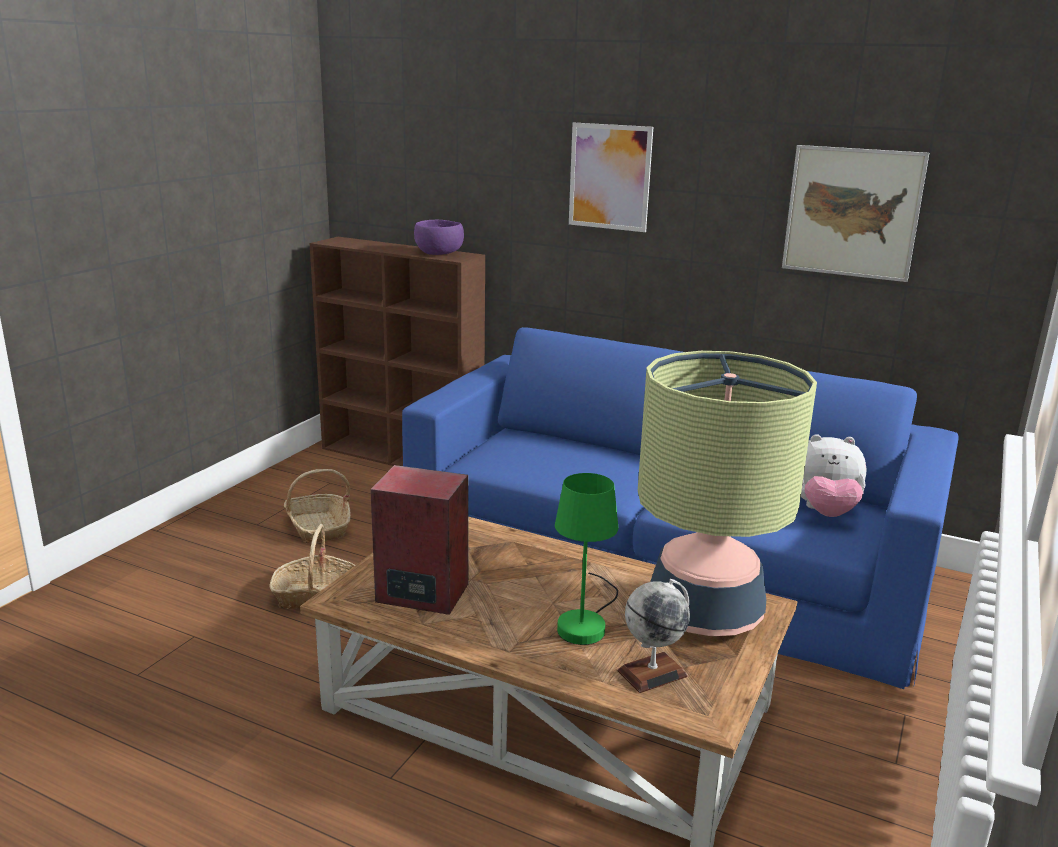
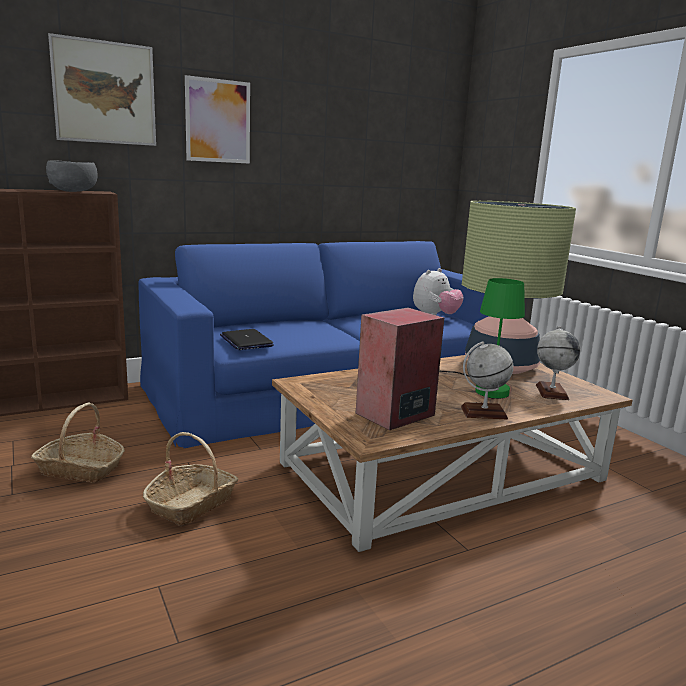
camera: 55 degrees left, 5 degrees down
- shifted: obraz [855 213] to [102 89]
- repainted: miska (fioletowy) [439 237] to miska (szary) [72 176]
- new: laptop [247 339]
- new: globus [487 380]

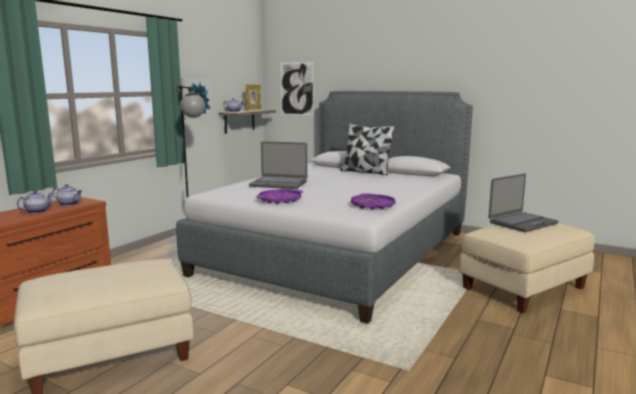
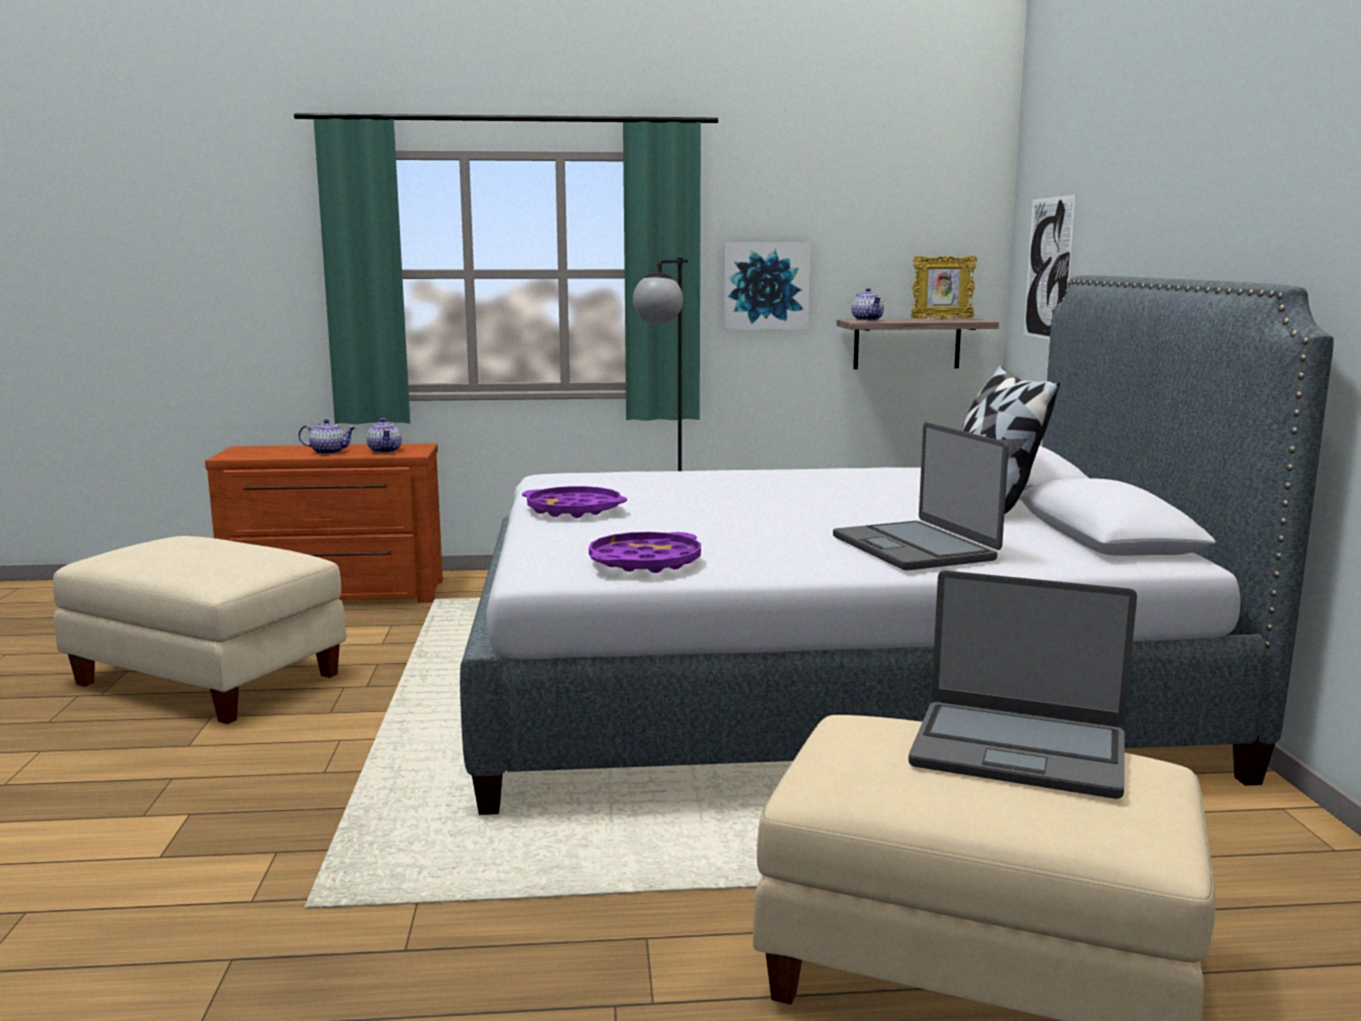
camera: 55 degrees right, 0 degrees up
- shifted: laptop [278 165] to [921 496]

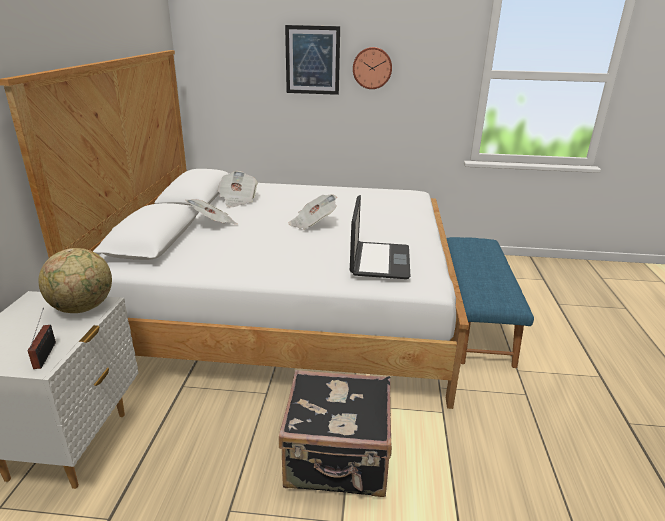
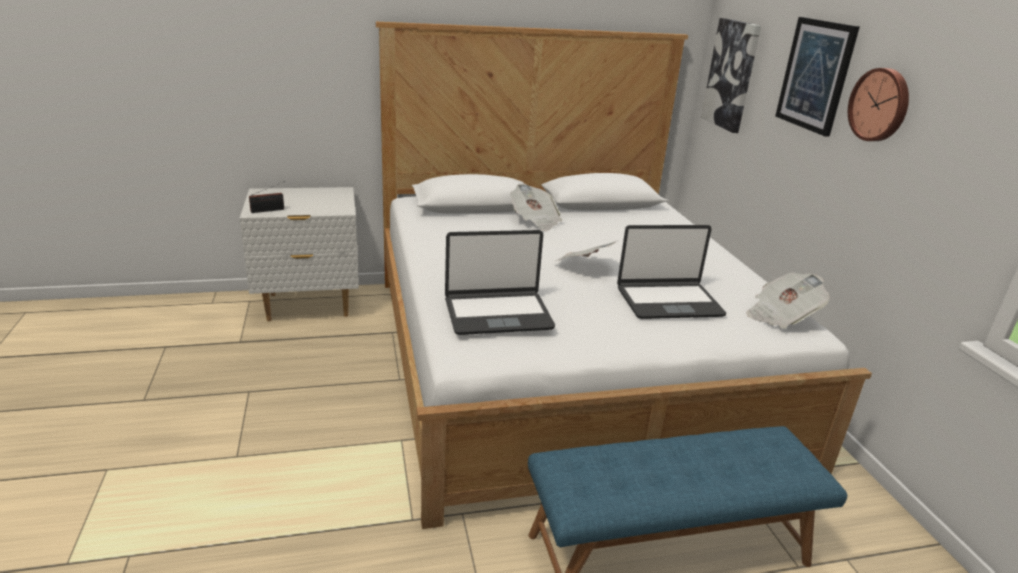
camera: 70 degrees right, 0 degrees up
- shifted: gazeta [238 189] to [788 300]
- gone: globus [75 280]
- gone: walizka (czarny) [335 433]
- new: obraz [731 75]
- new: laptop [671 272]

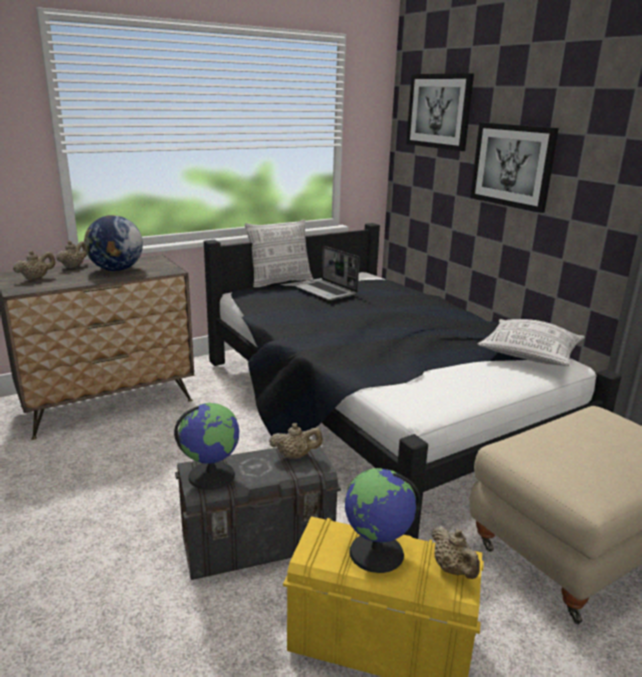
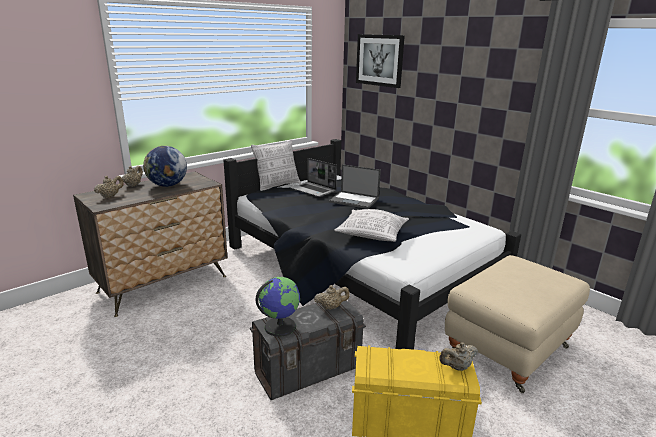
camera: 10 degrees left, 0 degrees up
- gone: obraz [514 167]
- shifted: poduszka [531 342] to [372 225]
- gone: globus [383 520]
- rotated: imbryk (beżowy) [456 552] = [458 356] 105 degrees clockwise
- new: laptop [355 186]

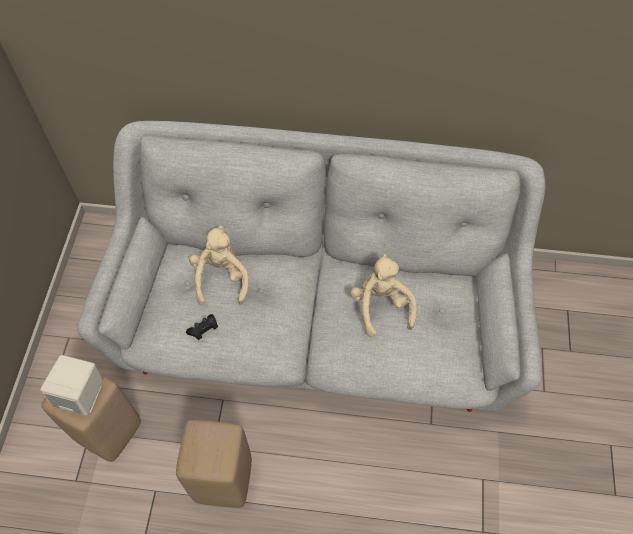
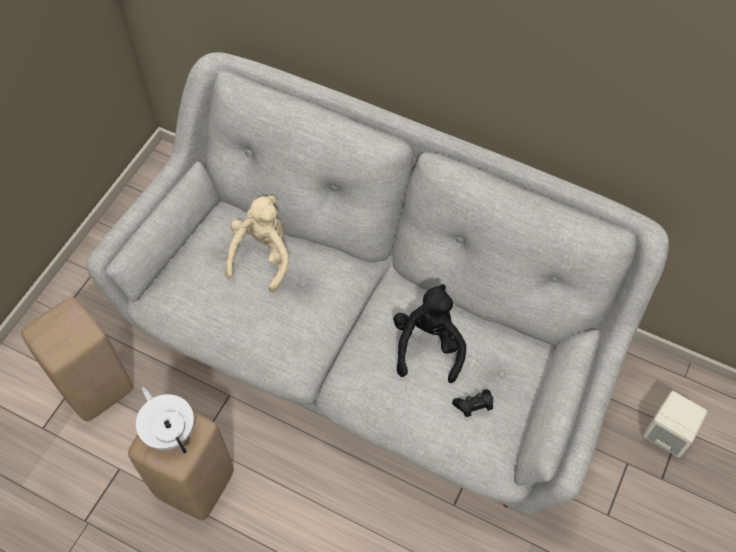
camera: 20 degrees right, 0 degrees up
- repainted: pluszak (beżowy) [383 295] to pluszak (czarny) [429 333]
- shifted: pad do gier (czarny) [202 327] to [472 403]
- shifted: głośnik (beżowy) [71 385] to [675 424]
- new: imbryk (biały) [165 420]

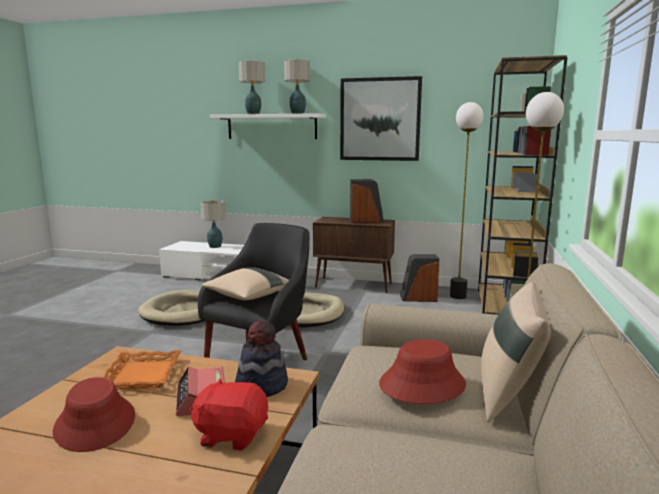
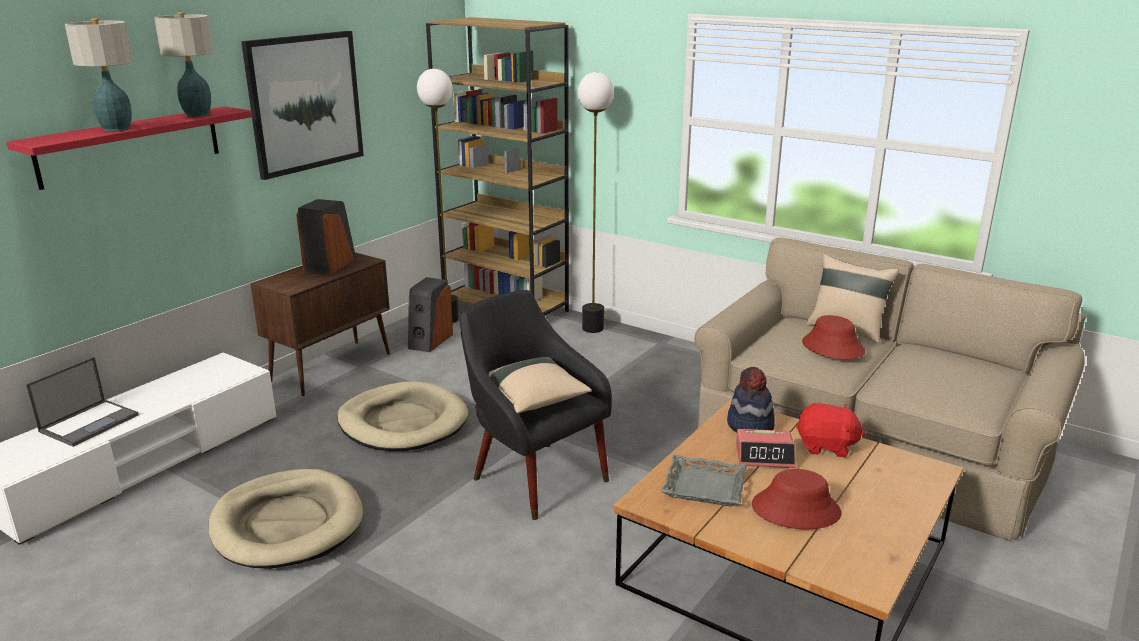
camera: 70 degrees left, 10 degrees up
- repainted: półka (biały) [268 126] to półka (czerwony) [129 148]
- swapped: lampa stołowa [213 224] to laptop [82 402]
- repainted: taca (pomarańczowy) [142 370] to taca (szary) [704 480]
- rotated: pluszak (czerwony) [228 414] = [830 430] 105 degrees counterclockwise

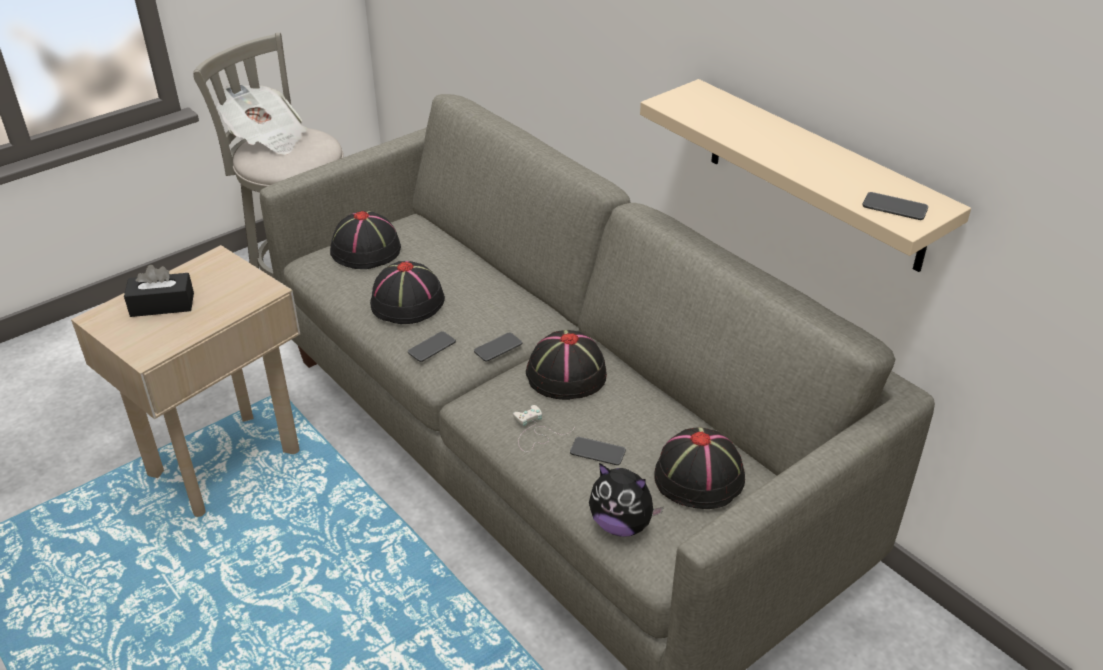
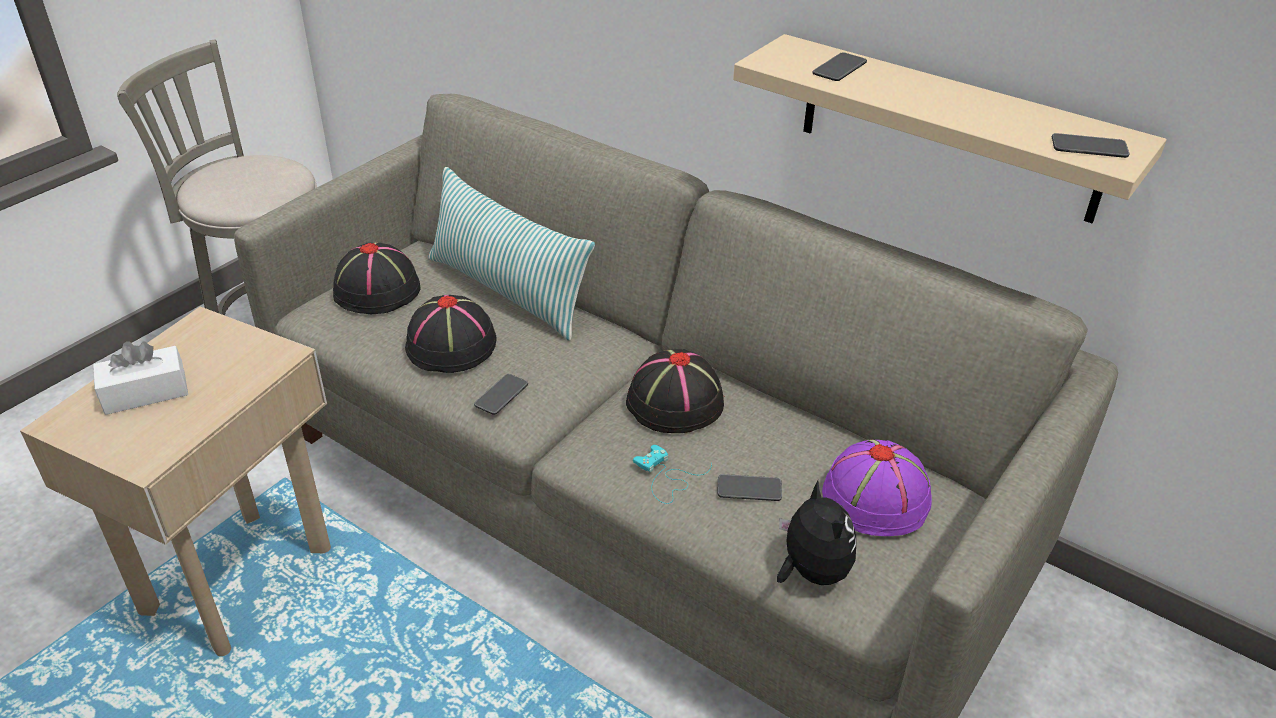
camera: 15 degrees left, 0 degrees up
- gone: gazeta [262 120]
- repainted: pudełko chusteczek (czarny) [159 291] to pudełko chusteczek (biały) [140 378]
- shifted: telefon [498 347] to [839 66]
- repainted: pad do gier (biały) [544 428] to pad do gier (turkusowy) [672 474]
- repainted: kapelusz (czarny) [699 468] to kapelusz (fioletowy) [877 488]
- rotated: pluszak [626 500] = [816 532] 120 degrees counterclockwise
- new: poduszka [512 254]

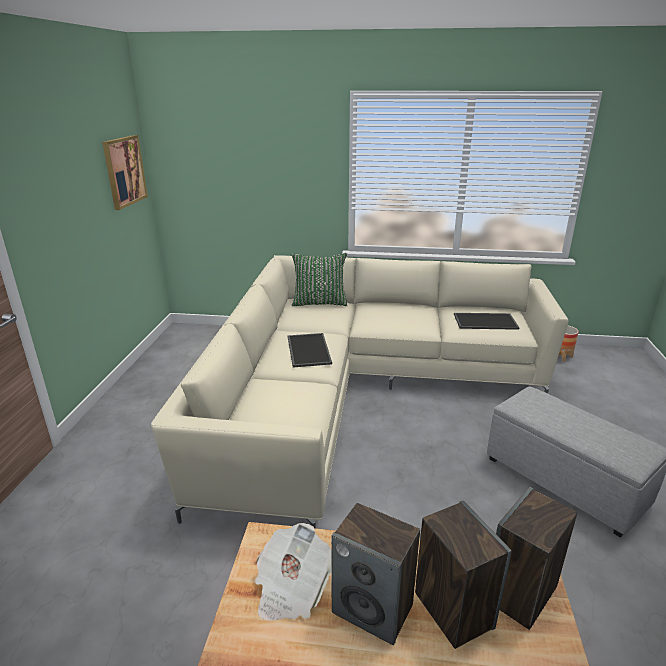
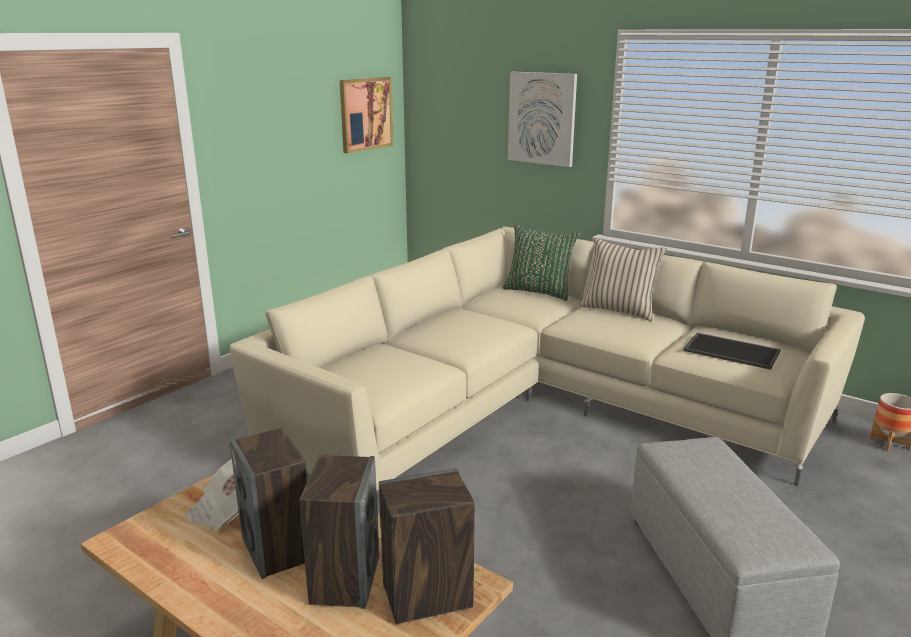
camera: 30 degrees right, 5 degrees down
- gone: taca [310 350]
- new: obraz [542 119]
- new: poduszka (beżowy) [623 279]

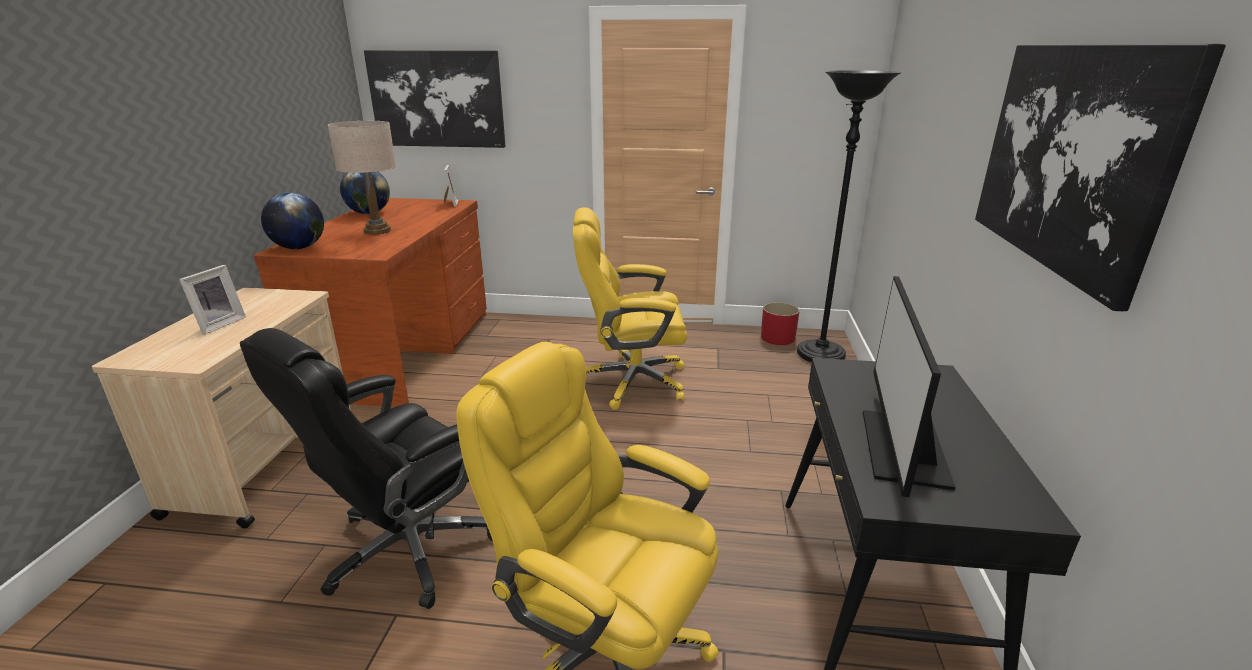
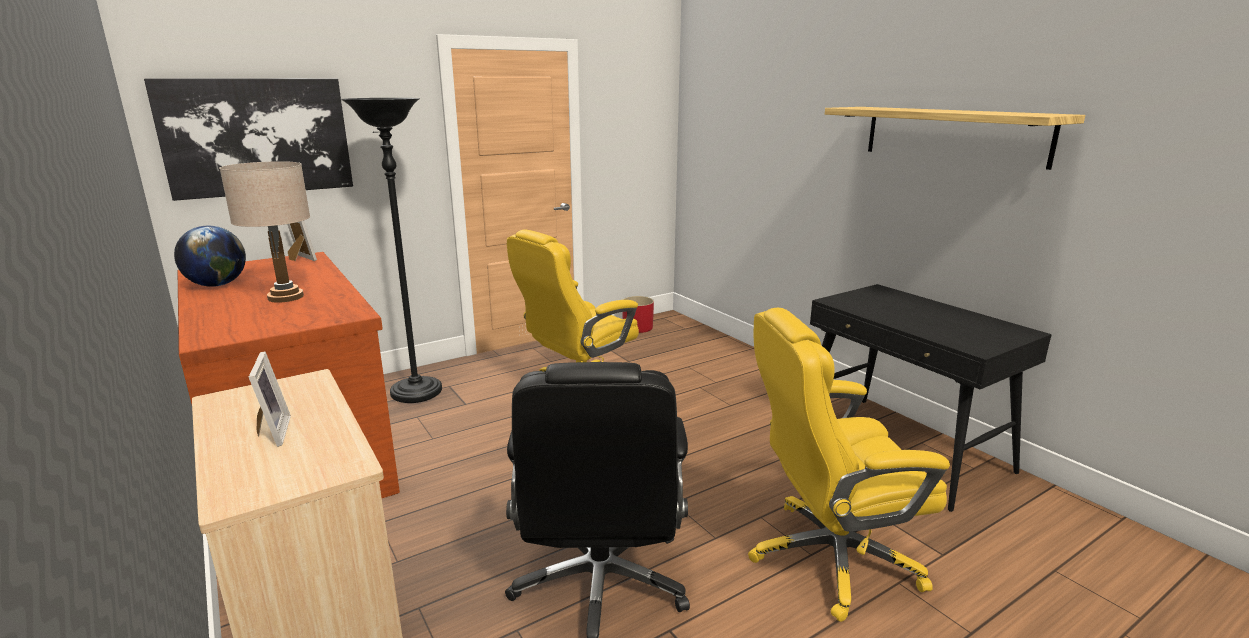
camera: 40 degrees left, 5 degrees down
- swapped: obraz [1100 177] to półka [955 138]
- shifted: lampa stojąca (czarny) [849 216] to [391 250]
- gone: globus [292 221]
- gone: monitor [909 386]

